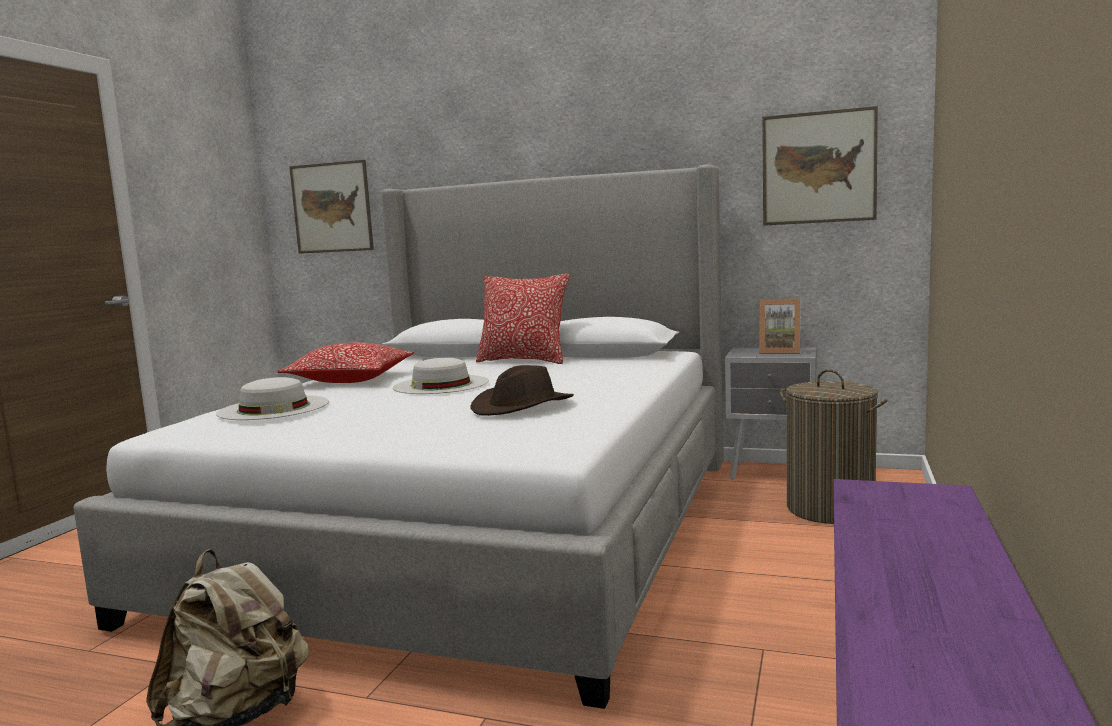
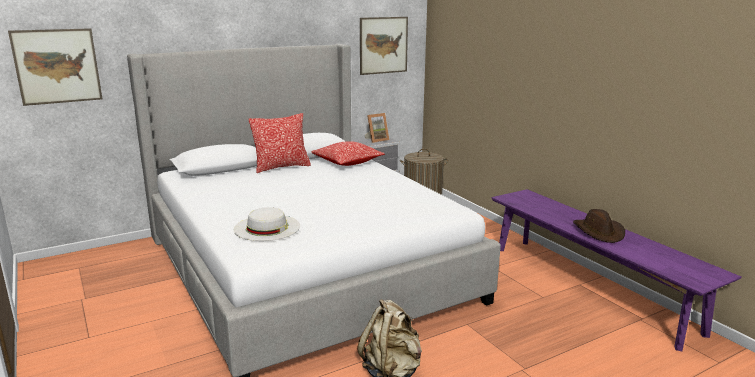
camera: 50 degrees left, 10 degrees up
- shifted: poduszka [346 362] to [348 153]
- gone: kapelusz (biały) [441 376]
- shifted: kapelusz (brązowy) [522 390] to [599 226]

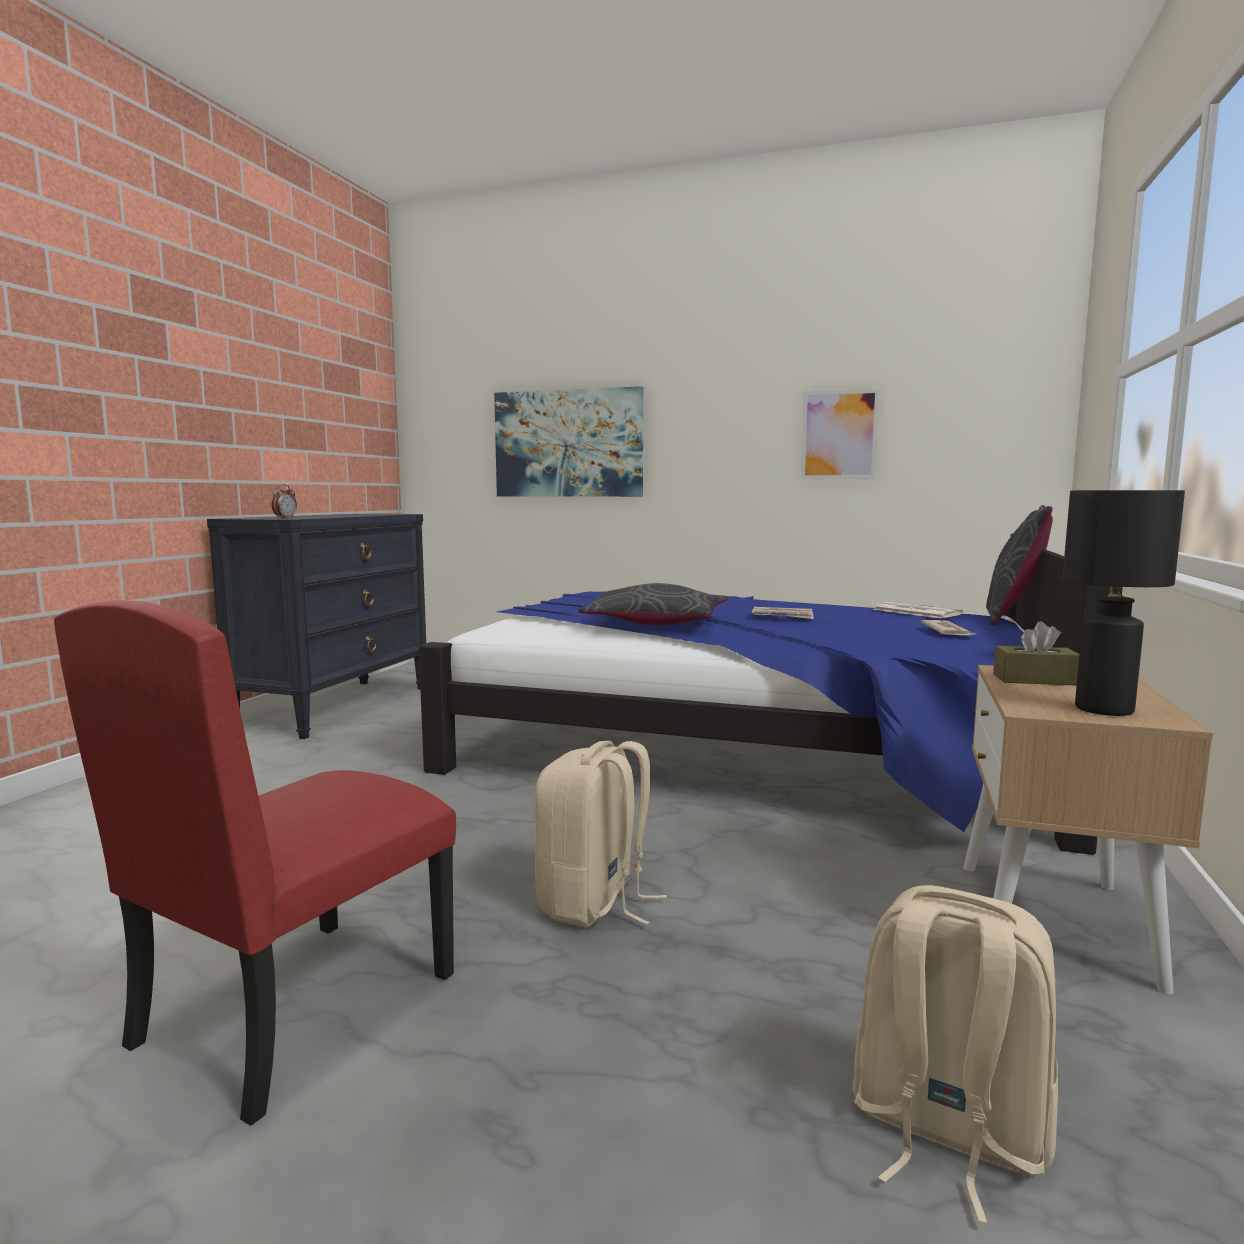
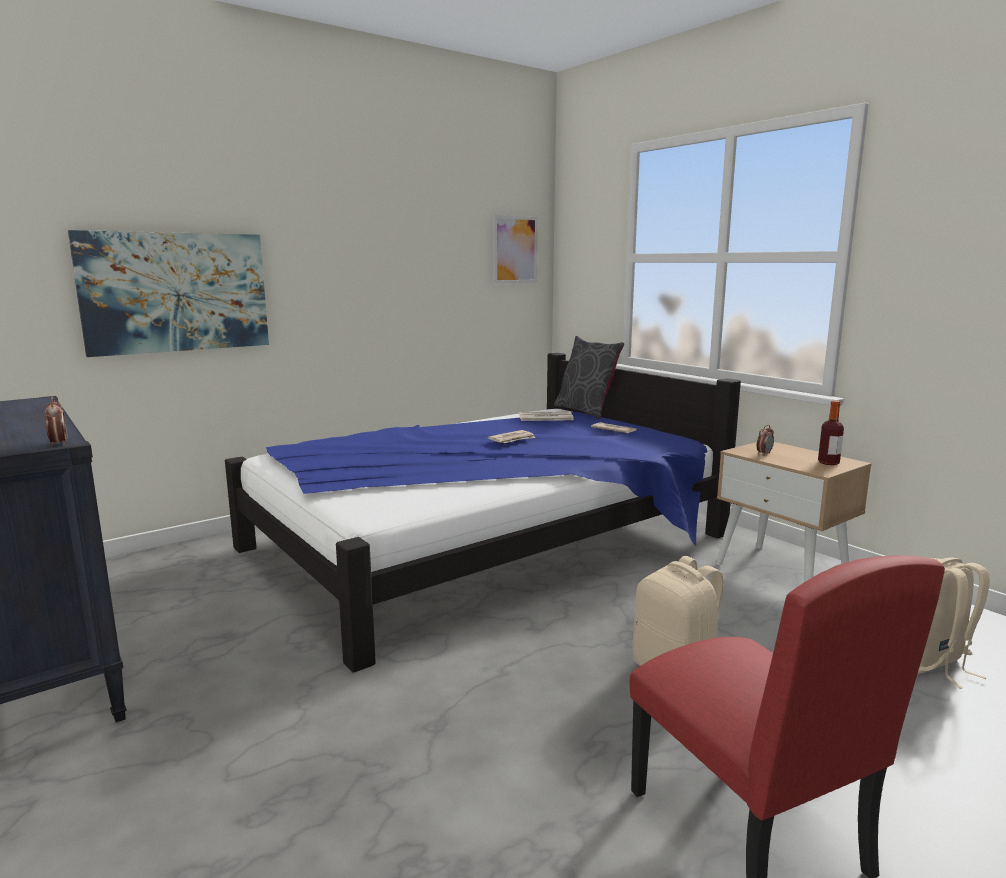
camera: 55 degrees left, 5 degrees up
- shifted: obraz [840 434] to [516 249]
- swapped: lampa stołowa (czarny) [1123 603] to butelka [831 433]
- gone: poduszka (szary) [653 604]
- swapped: pudełko chusteczek (brązowy) [1036 653] to budzik [765 440]

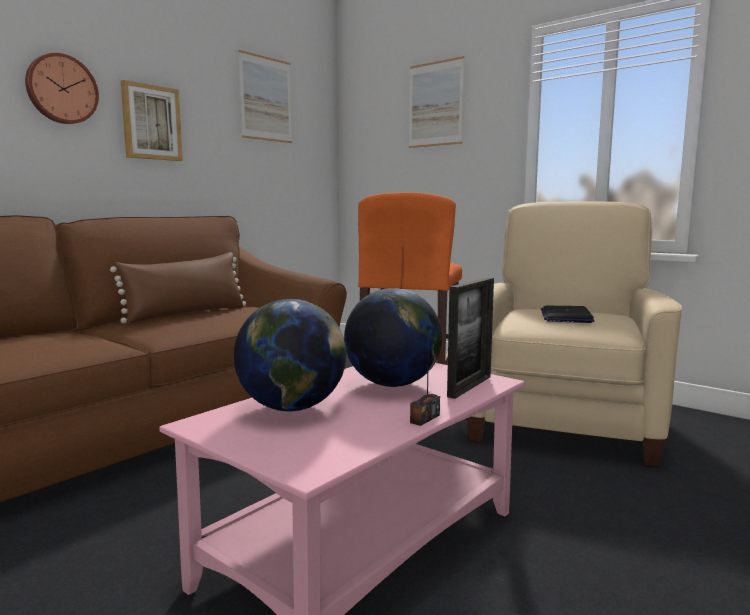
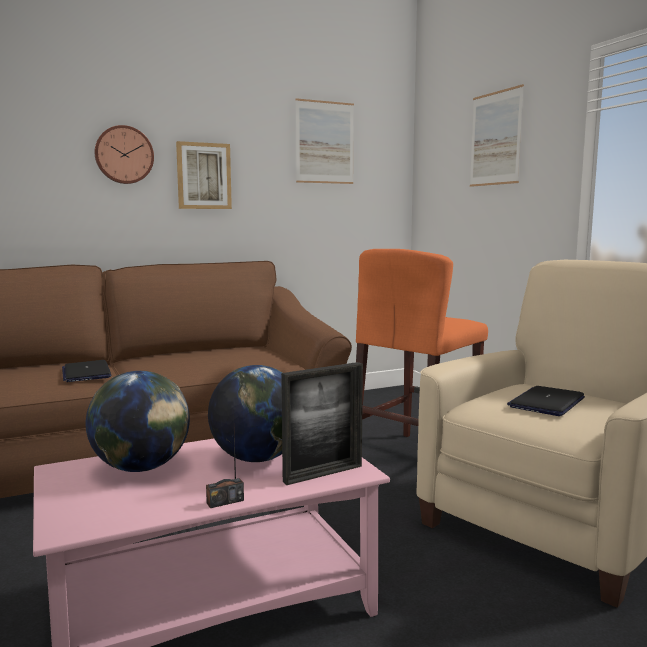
camera: 25 degrees right, 0 degrees up
- gone: poduszka (brązowy) [178 288]
- new: laptop [87 371]

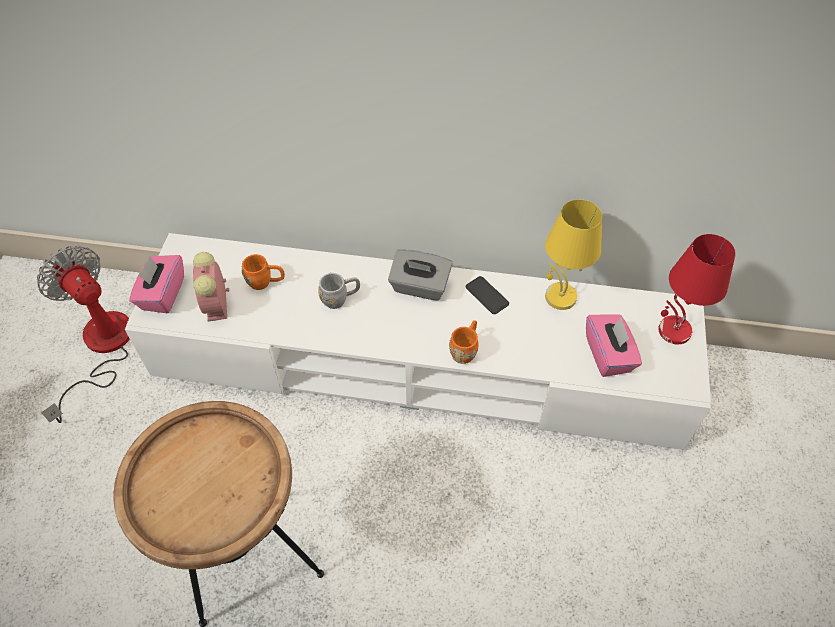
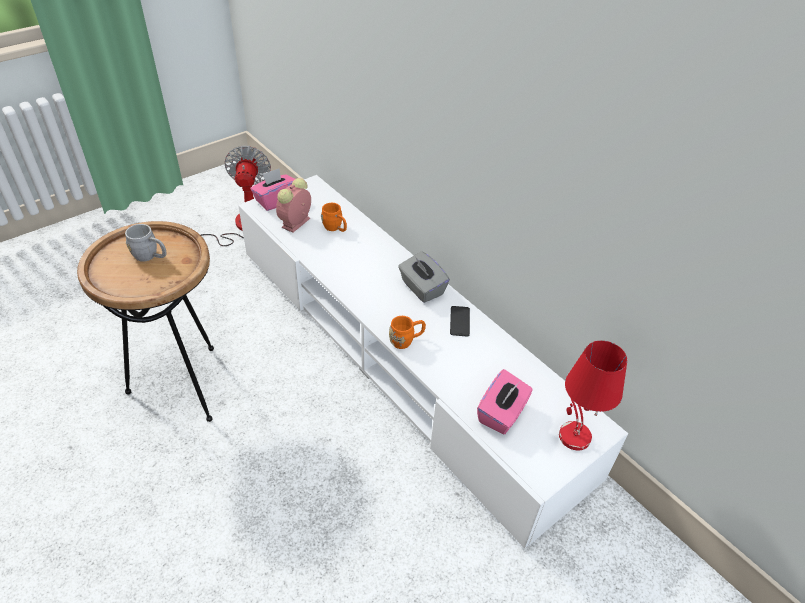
camera: 40 degrees right, 10 degrees down
- gone: lampa stołowa (żółty) [573 254]
- shifted: kubek (szary) [339 291] to [146 242]

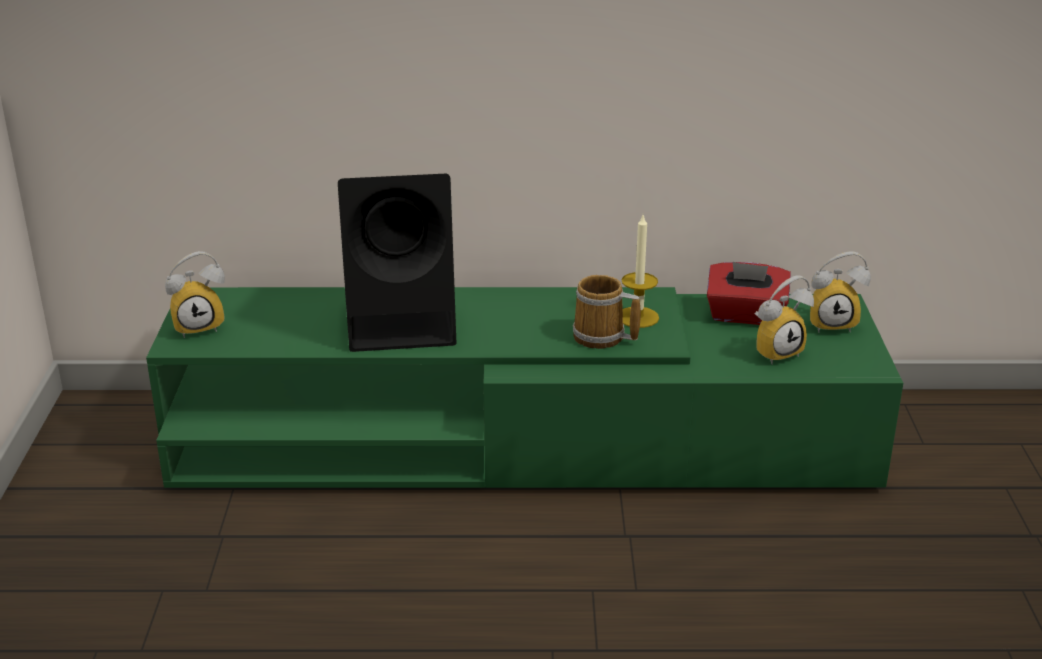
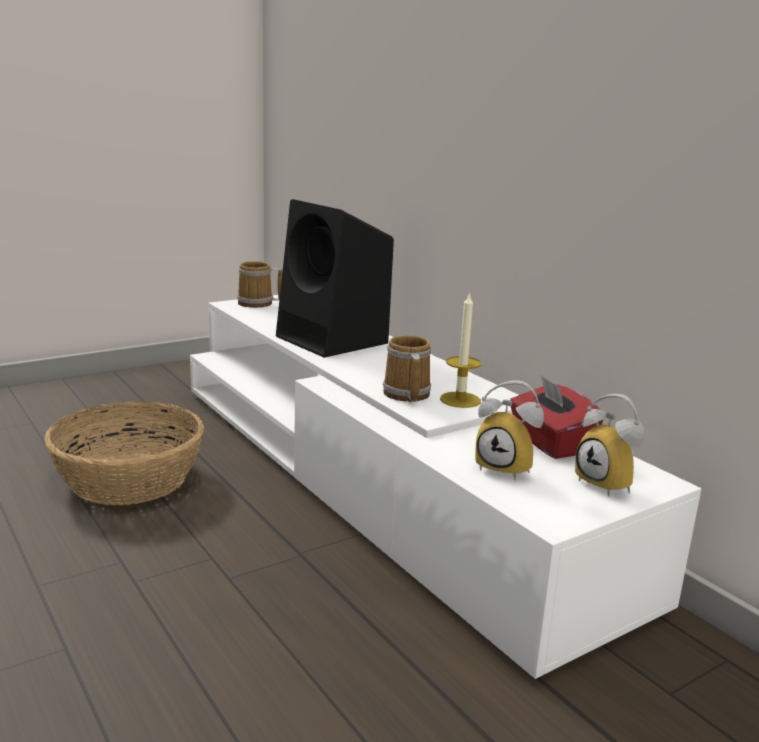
camera: 55 degrees right, 10 degrees down
- swapped: budzik [195 294] to kubek [260 284]
- repainted: szafka pod telewizor (zielony) [524 387] to szafka pod telewizor (biały) [446 487]
- new: koszyk [124 453]

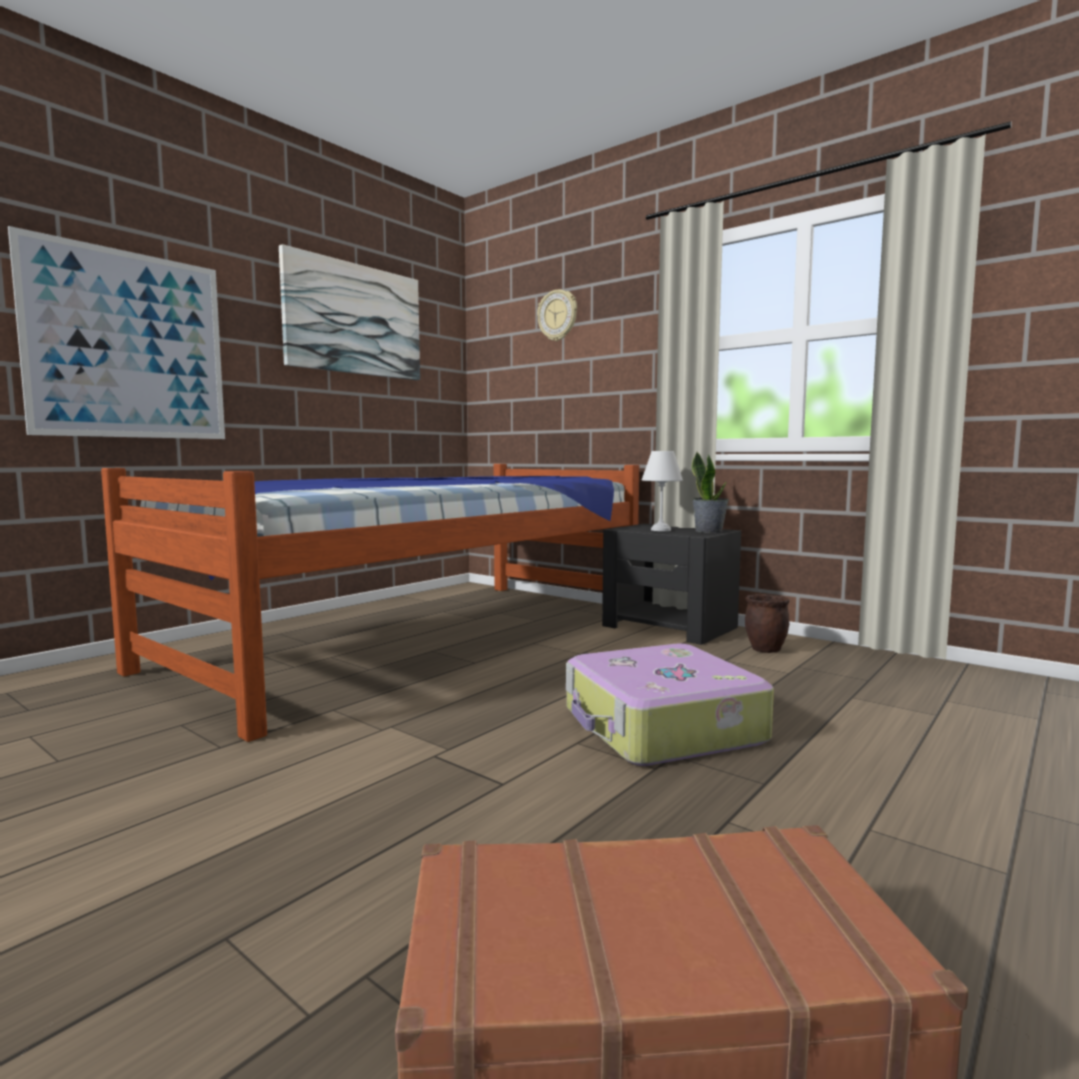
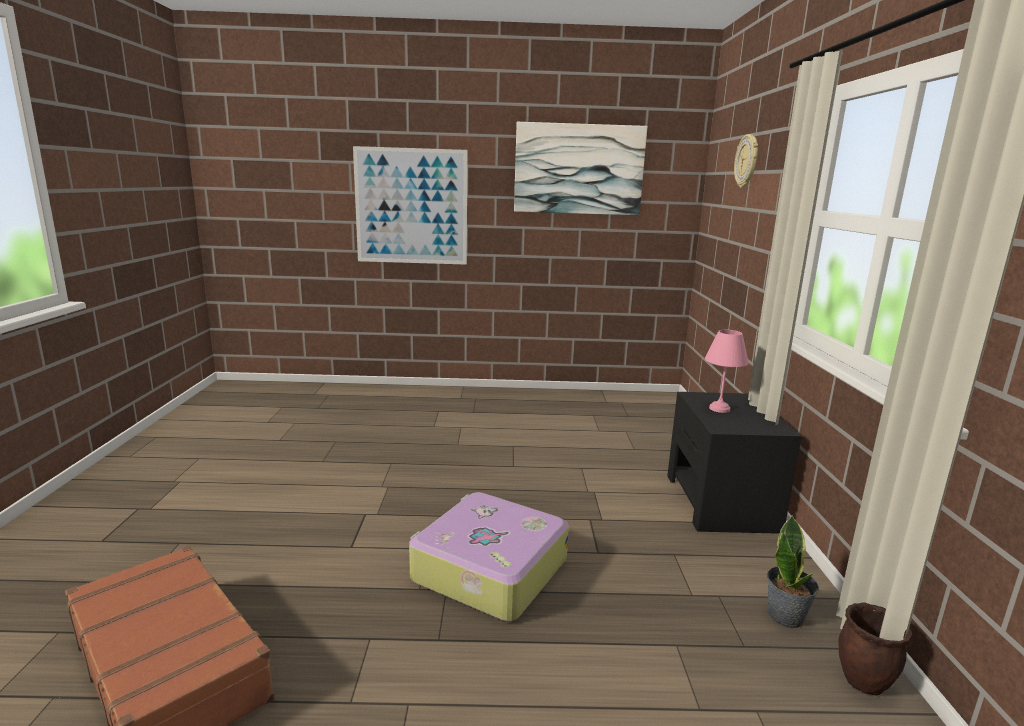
camera: 50 degrees right, 10 degrees up
- repainted: lampa stołowa (biały) [662 491] to lampa stołowa (różowy) [727 371]
- shifted: roślina doniczkowa [710 492] to [793 571]
- gone: łóżko [370 603]
- shifted: donica (brązowy) [767 623] to [875 648]

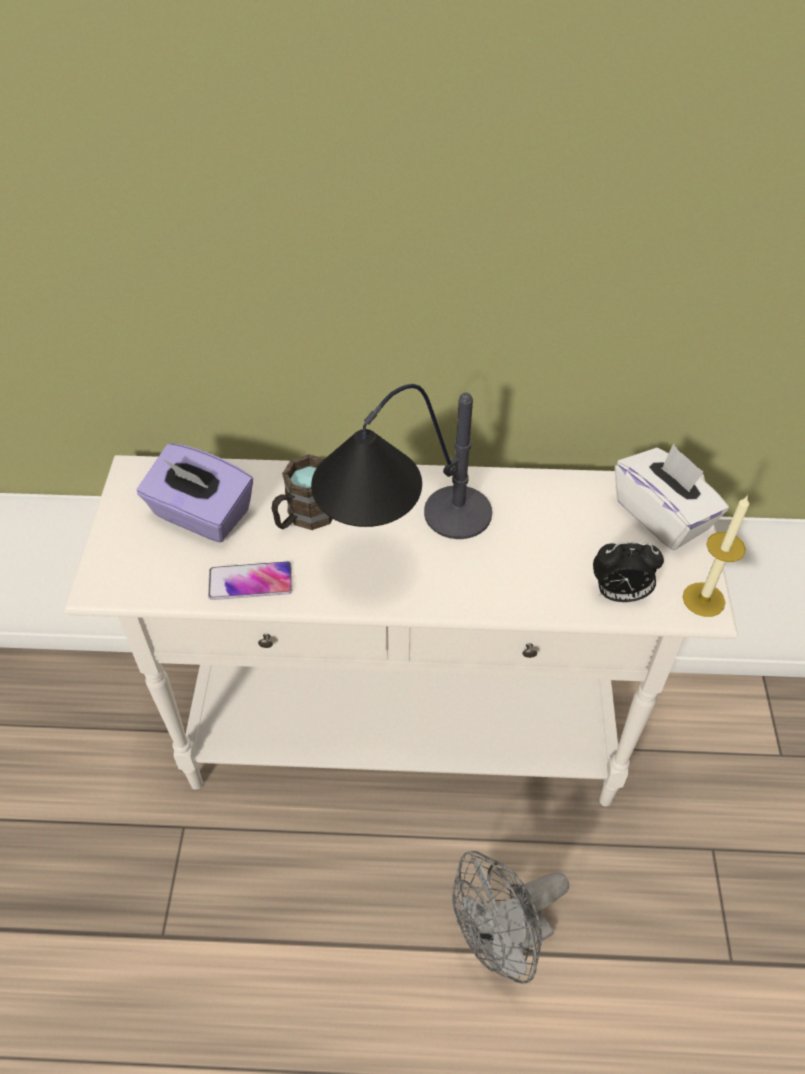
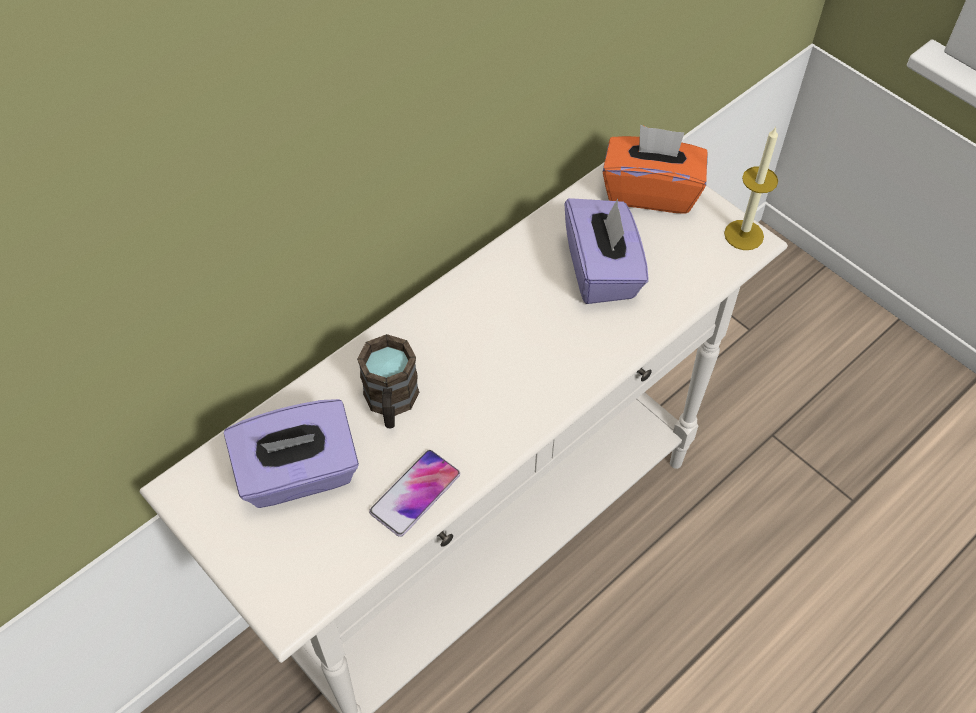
camera: 45 degrees left, 5 degrees up
- gone: lampa stołowa [401 461]
- repainted: pudełko chusteczek (biały) [672 497] to pudełko chusteczek (pomarańczowy) [655 169]
- gone: budzik [628 572]
- gone: wentylator (szary) [510 917]
- new: pudełko chusteczek (fioletowy) [606 251]

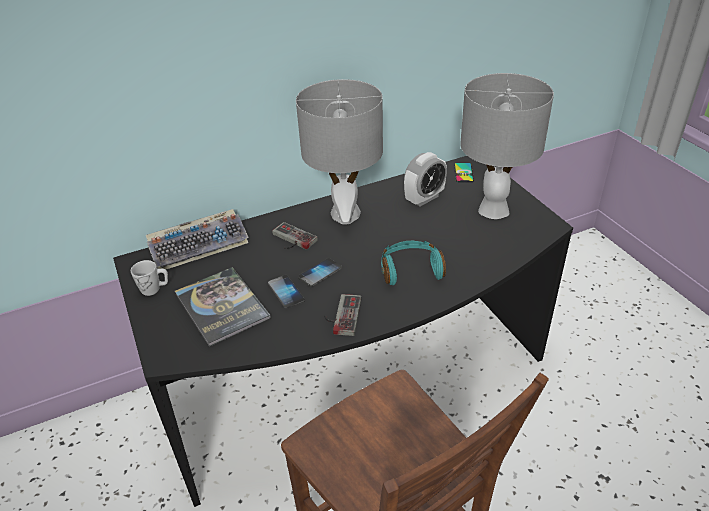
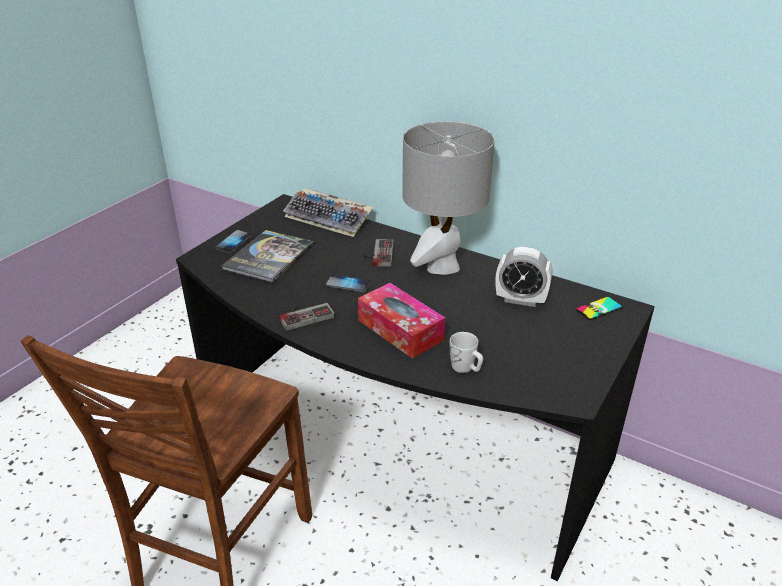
camera: 55 degrees right, 5 degrees down
- gone: lampa stołowa (szary) [507 146]
- swapped: słuchawki (turkusowy) [413 263] to pudełko chusteczek [401 321]
- shifted: kubek (biały) [149 278] to [466 352]
- shifted: telefon [286 292] to [233 242]

